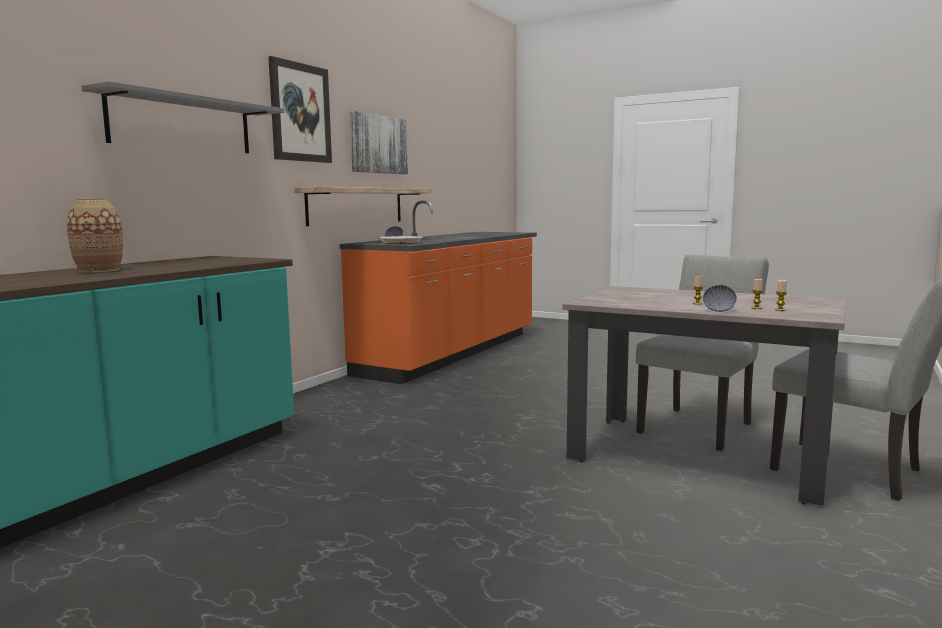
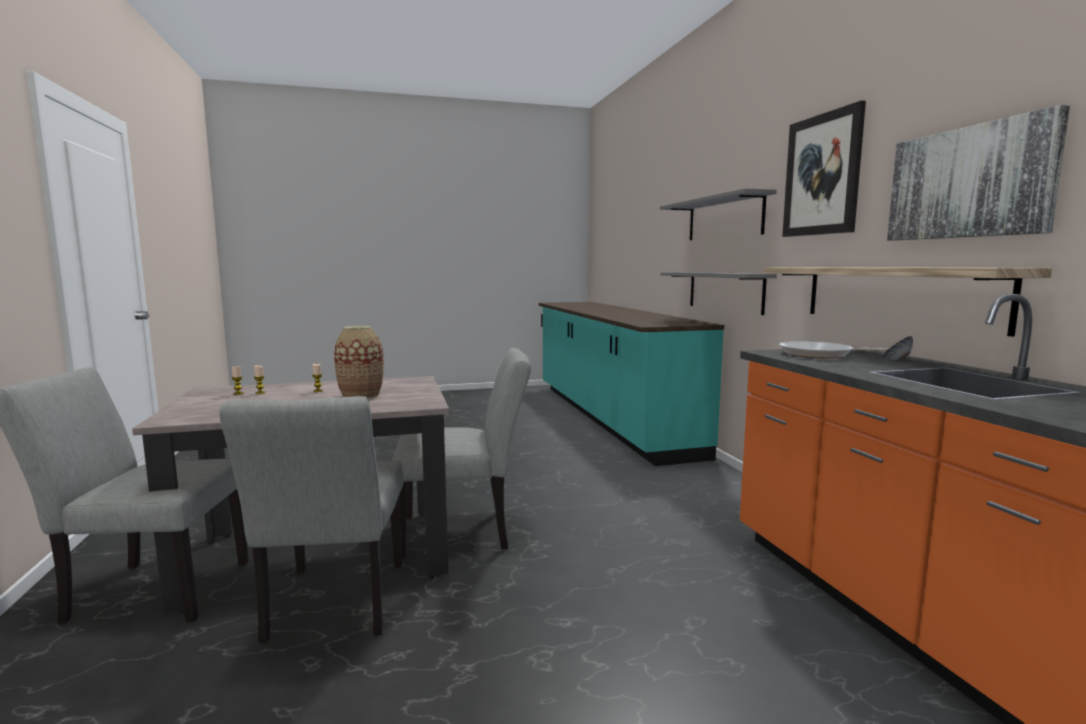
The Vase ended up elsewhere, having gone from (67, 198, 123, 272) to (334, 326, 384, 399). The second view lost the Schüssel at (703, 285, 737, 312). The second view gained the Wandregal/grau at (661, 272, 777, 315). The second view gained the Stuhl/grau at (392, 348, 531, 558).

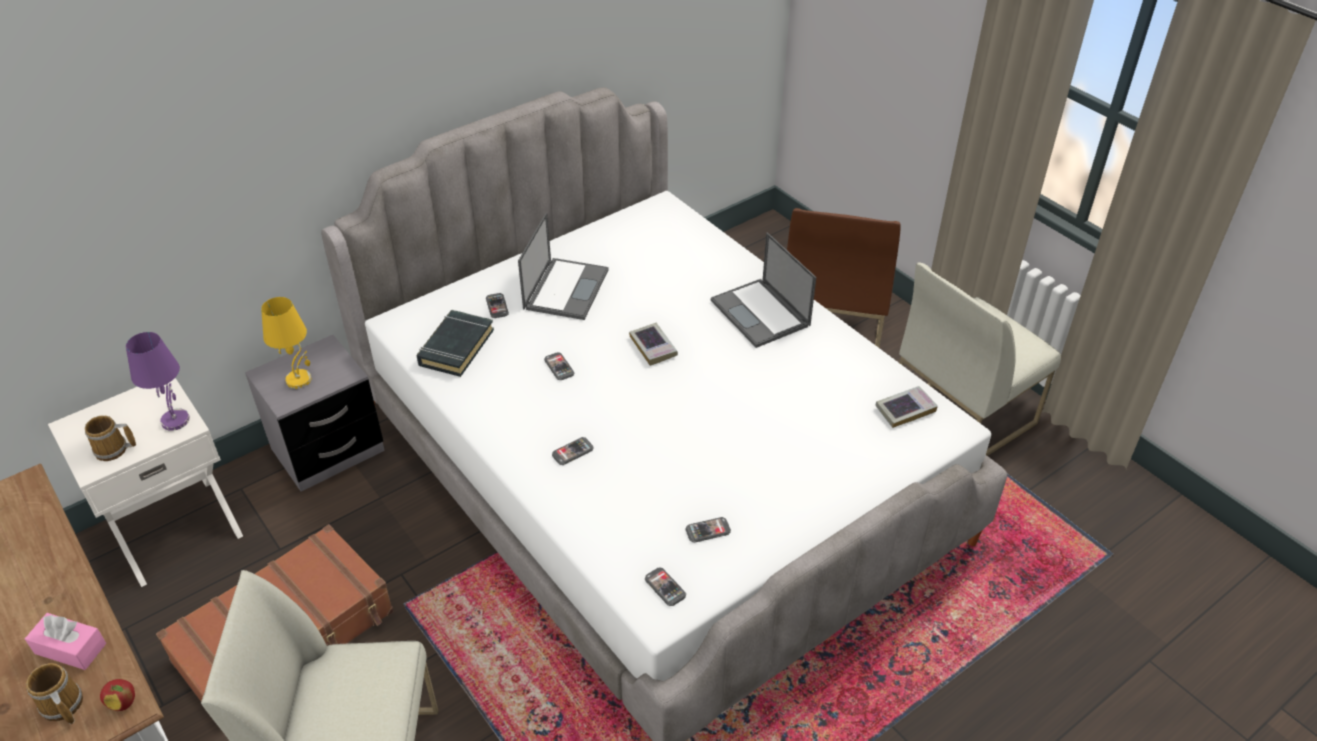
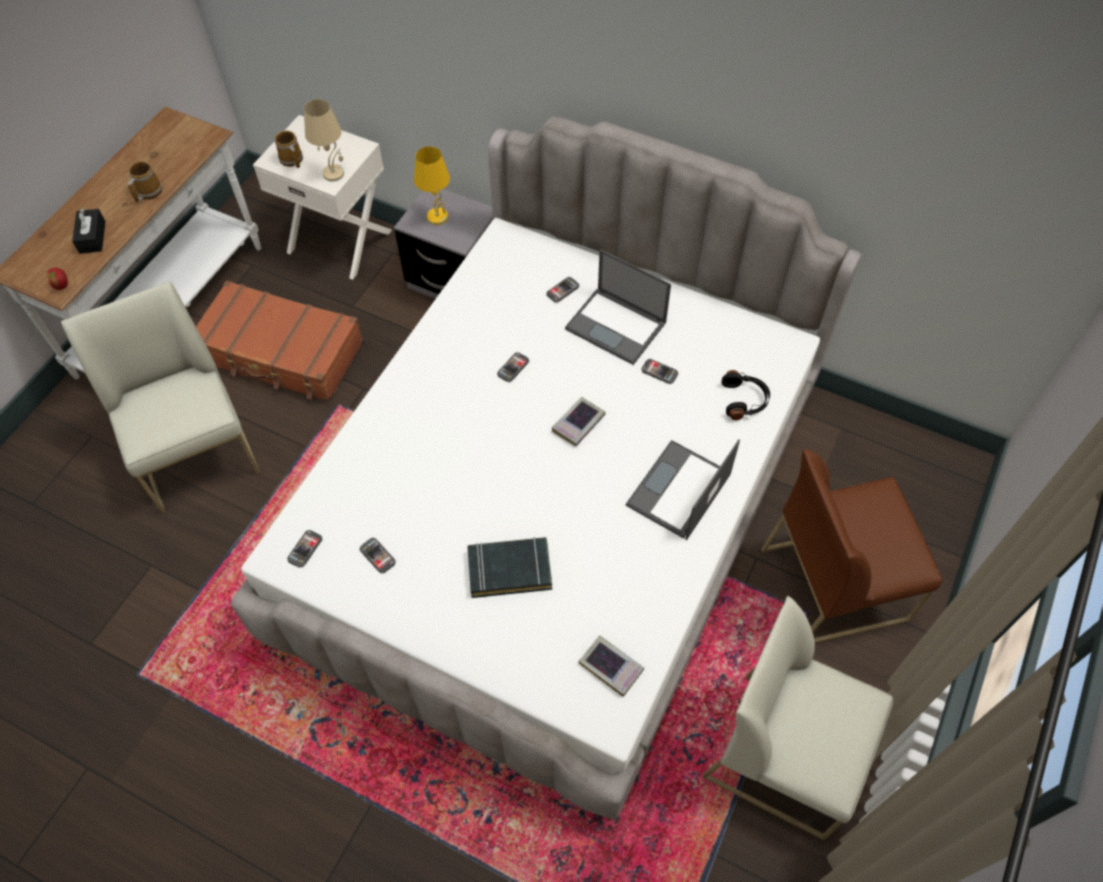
The Laptop at (518, 213, 609, 320) ended up facing another way, 45 degrees clockwise from before. The Buch/schwarz ended up elsewhere, having gone from (416, 310, 494, 377) to (467, 537, 552, 598). What was the Tischlampe/lila at (126, 332, 190, 431) turned into the Tischlampe/beige at (304, 99, 344, 182). The Handy ended up elsewhere, having gone from (552, 437, 593, 465) to (641, 359, 678, 384). What was the Taschentuchbox/rosa at (25, 613, 106, 670) turned into the Taschentuchbox/schwarz at (72, 208, 106, 254). The Henkelbecher ended up elsewhere, having gone from (26, 663, 83, 724) to (128, 161, 162, 202). The second view gained the Kopfhörer/schwarz at (722, 370, 770, 420).

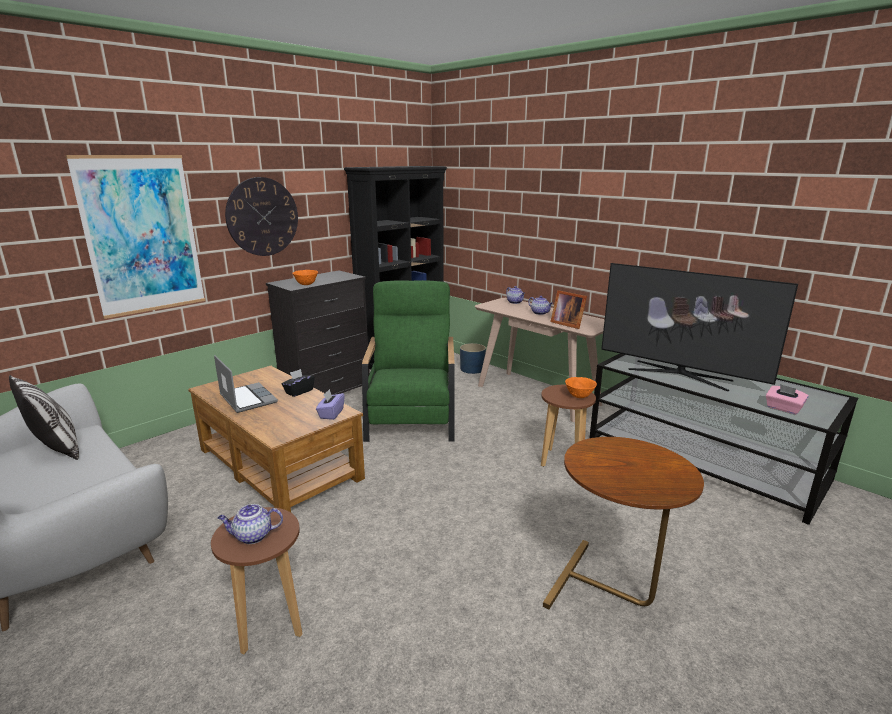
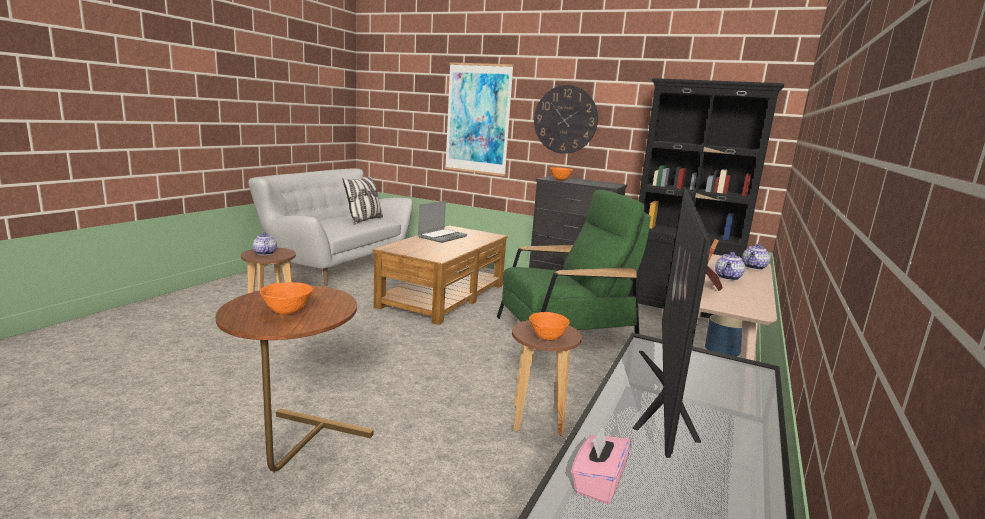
The second view lost the Taschentuchbox/schwarz at (282, 369, 315, 397). The second view lost the Taschentuchbox/lila at (316, 389, 345, 420). The second view gained the Schüssel/orange at (260, 282, 313, 315).

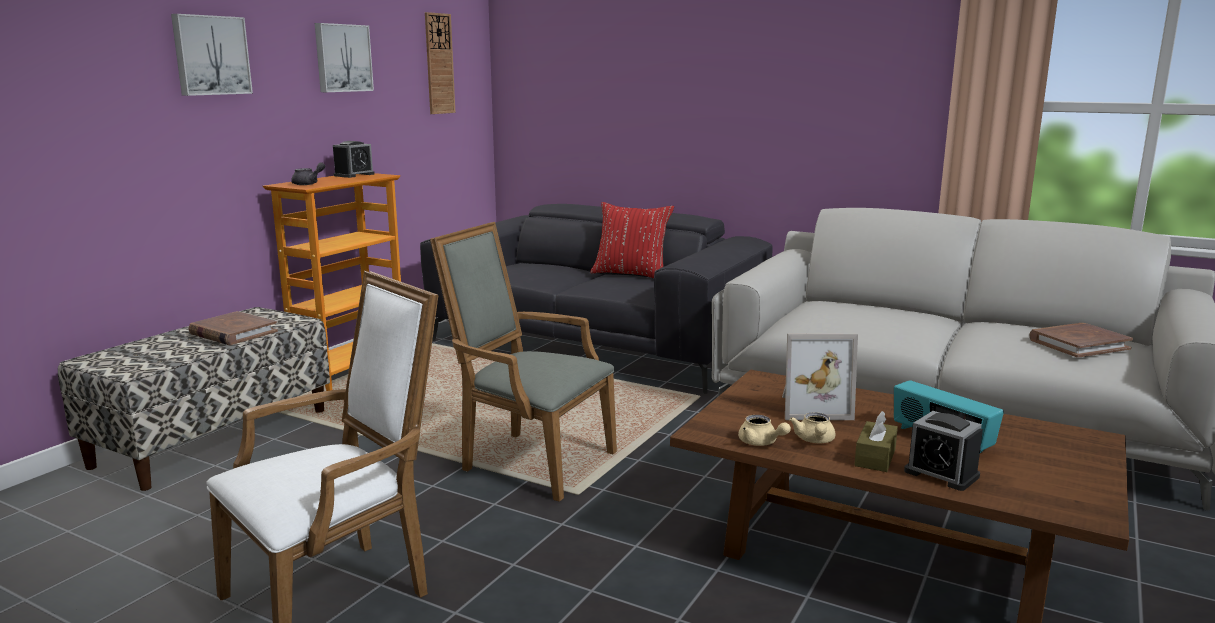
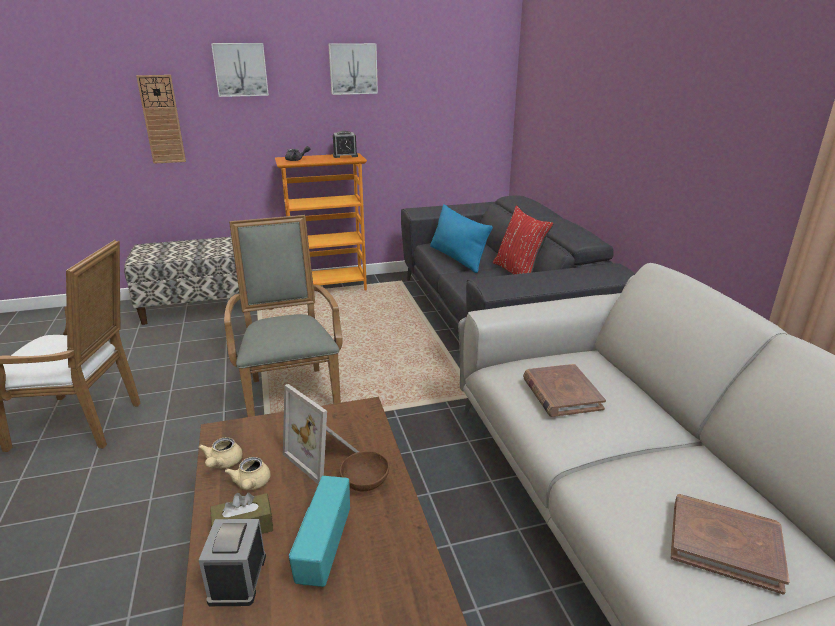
The Wanduhr ended up elsewhere, having gone from (425, 12, 455, 114) to (136, 75, 186, 164). The Buch/braun ended up elsewhere, having gone from (189, 311, 278, 345) to (523, 364, 606, 417). The Teekanne/beige at (789, 412, 835, 443) ended up facing another way, 60 degrees counterclockwise from before. The second view gained the Kissen/blau at (430, 204, 493, 273). The second view gained the Schüssel/braun at (340, 451, 389, 492).

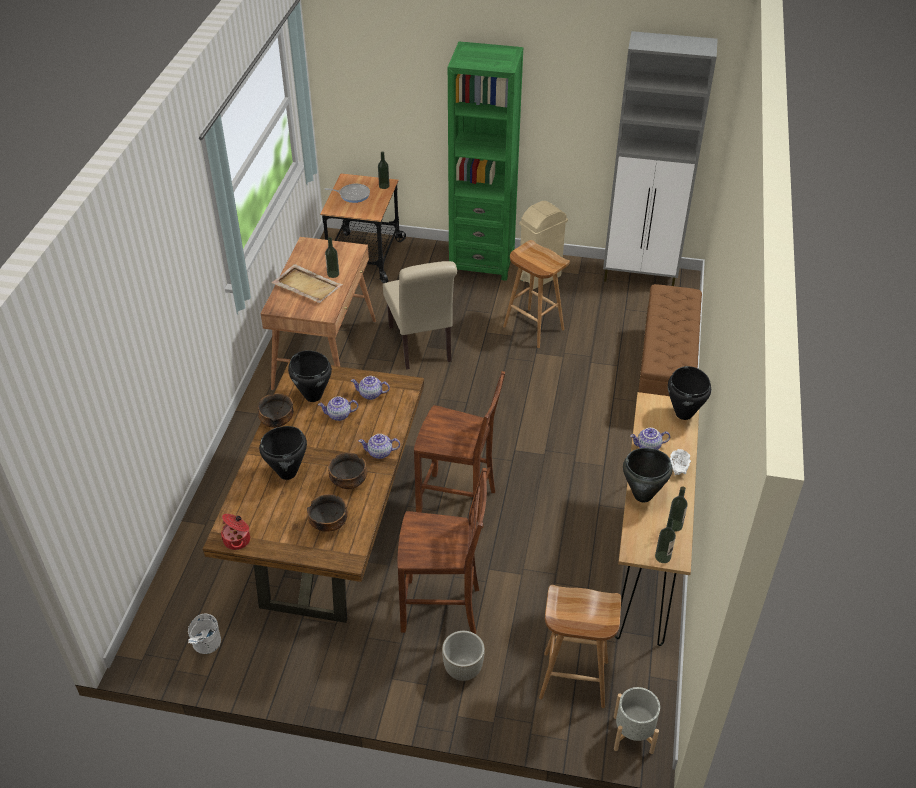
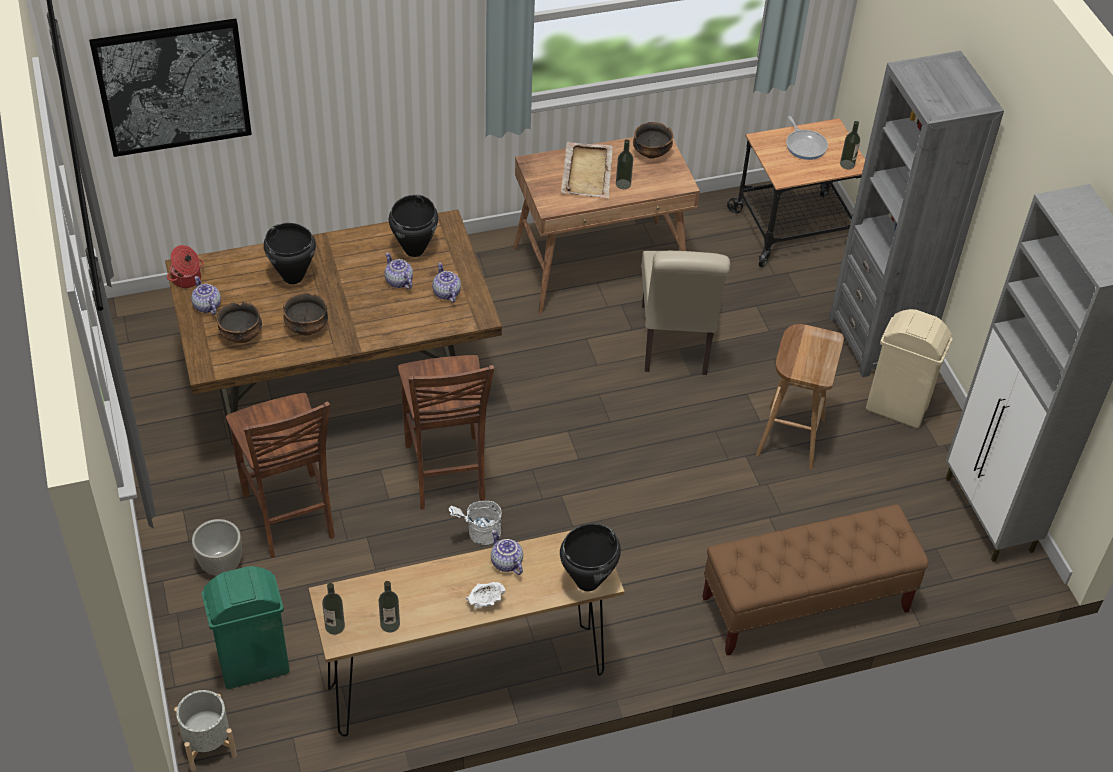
What was the Bücherregal/grün at (448, 42, 523, 281) turned into the Bücherregal/grau at (829, 51, 1004, 377). The Stuhl/beige at (383, 261, 457, 370) ended up facing another way, 45 degrees counterclockwise from before. The Schüssel ended up elsewhere, having gone from (258, 393, 294, 427) to (633, 122, 674, 159). The Teekanne ended up elsewhere, having gone from (359, 434, 400, 459) to (191, 276, 221, 315). The second view lost the Kochtopf/schwarz at (623, 448, 673, 502). Where the Hocker/braun stood at (539, 585, 621, 708), the Mülleimer/grün came to stand at (201, 566, 290, 689). The Eimer/weiß ended up elsewhere, having gone from (188, 614, 221, 654) to (448, 501, 502, 545). The second view gained the Bild at (89, 18, 252, 157).

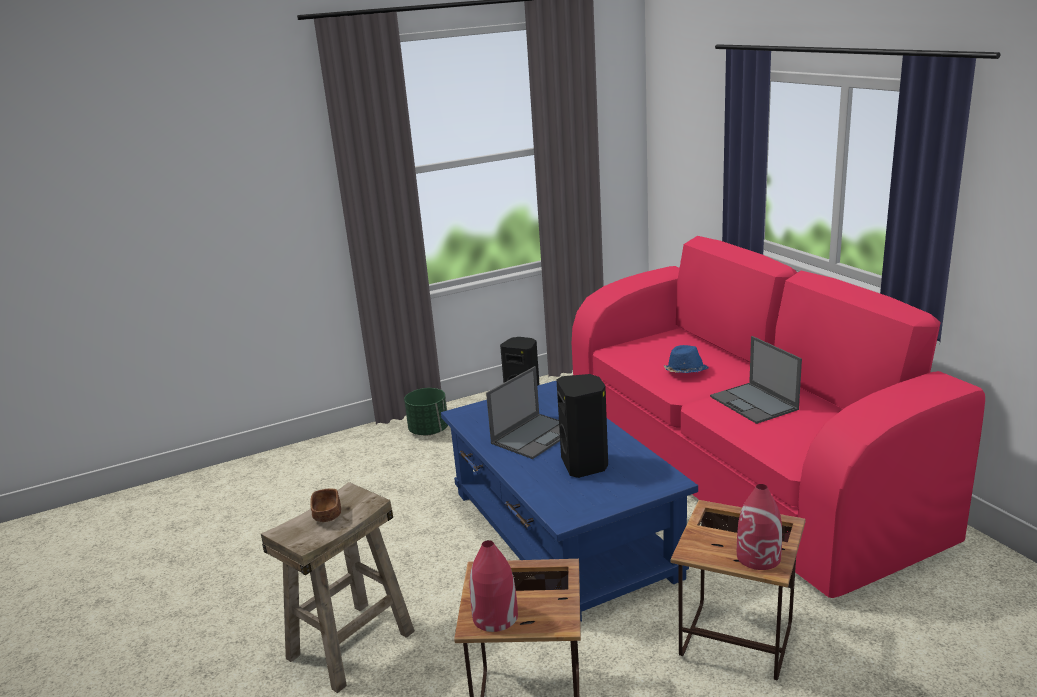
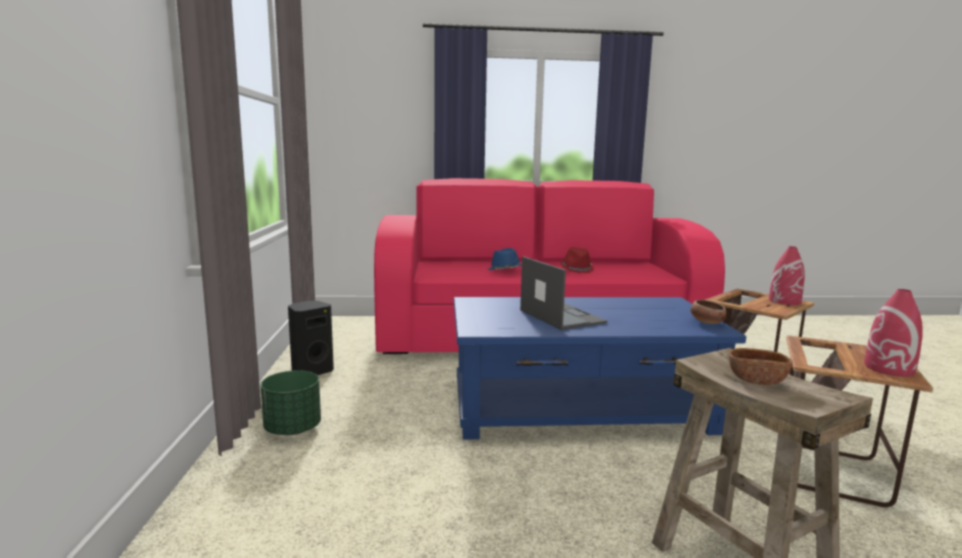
Where the Laptop stood at (710, 336, 802, 424), the Hut/rot came to stand at (560, 247, 594, 273). The second view lost the Lautsprecher/schwarz at (556, 374, 608, 478). The second view gained the Schüssel at (690, 300, 726, 324).

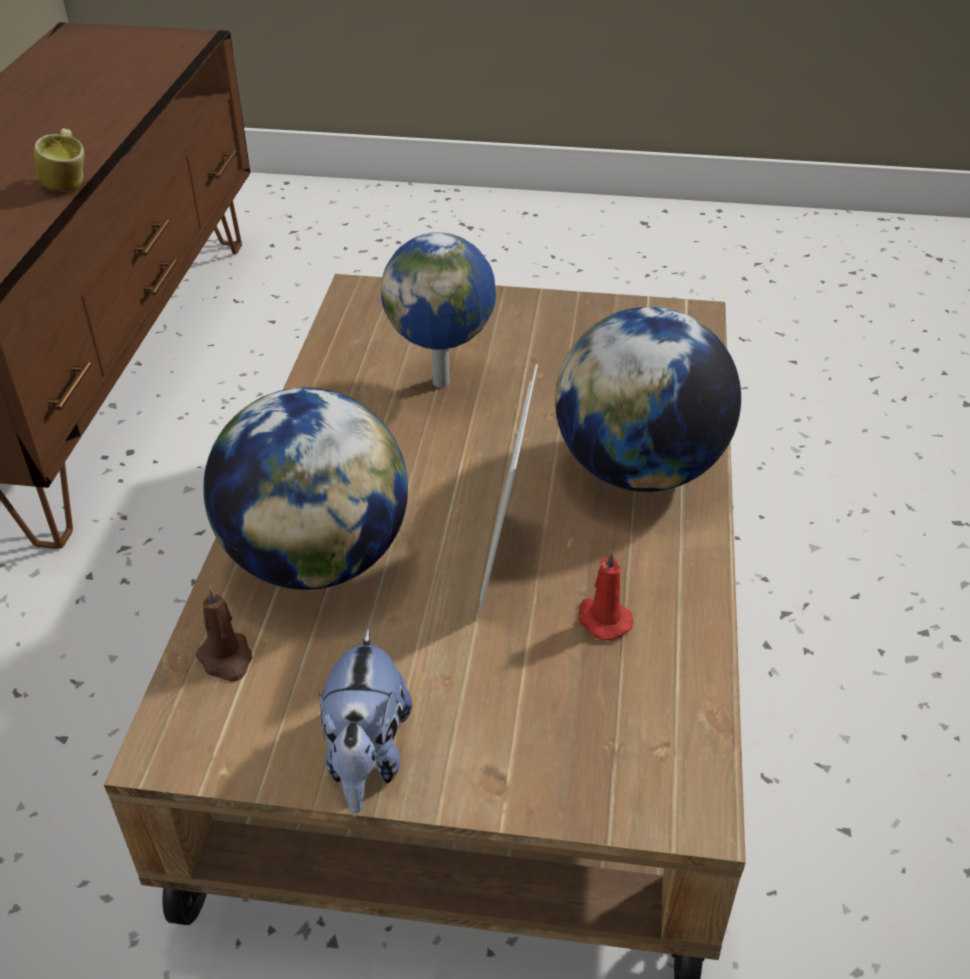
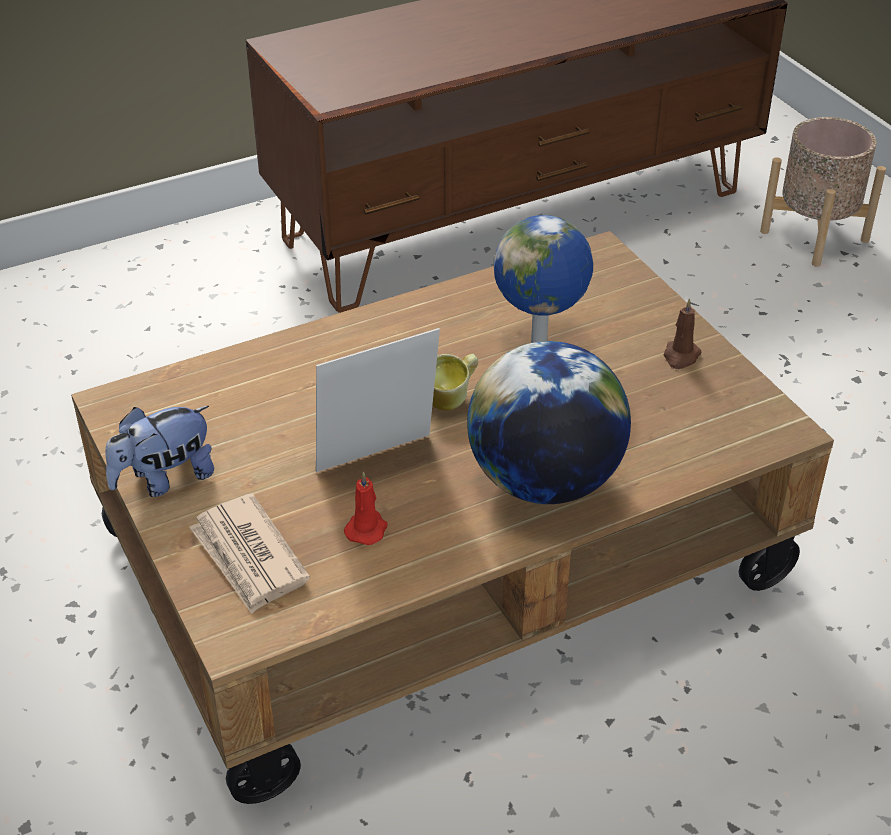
The Henkelbecher ended up elsewhere, having gone from (34, 128, 84, 192) to (432, 354, 478, 411). The second view lost the Globus at (203, 387, 408, 590). The Kerze/braun ended up elsewhere, having gone from (195, 586, 252, 682) to (664, 298, 702, 369). The second view gained the Pflanzkübel/beige at (760, 117, 886, 267). The second view gained the Zeitung at (189, 493, 310, 614).

